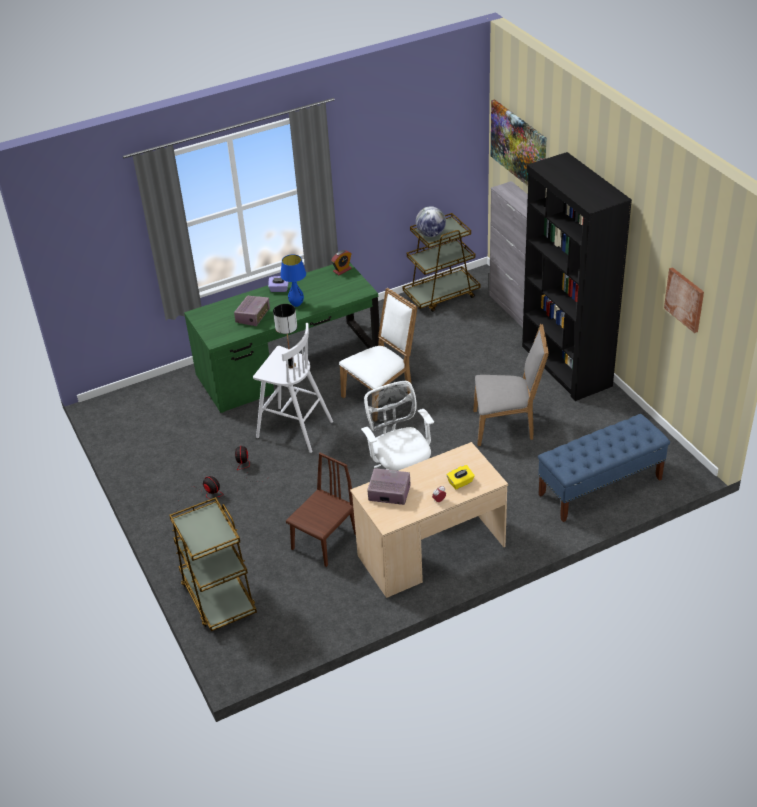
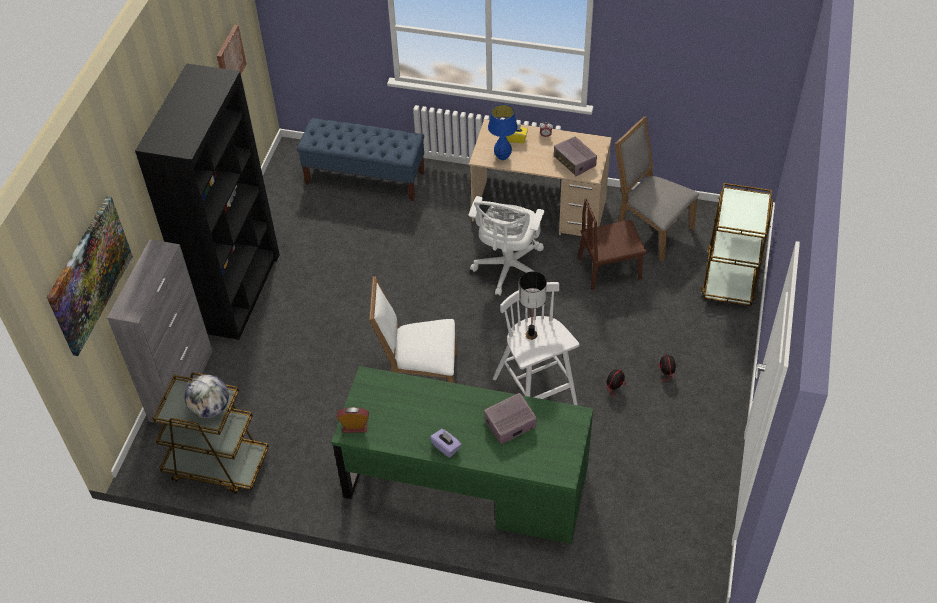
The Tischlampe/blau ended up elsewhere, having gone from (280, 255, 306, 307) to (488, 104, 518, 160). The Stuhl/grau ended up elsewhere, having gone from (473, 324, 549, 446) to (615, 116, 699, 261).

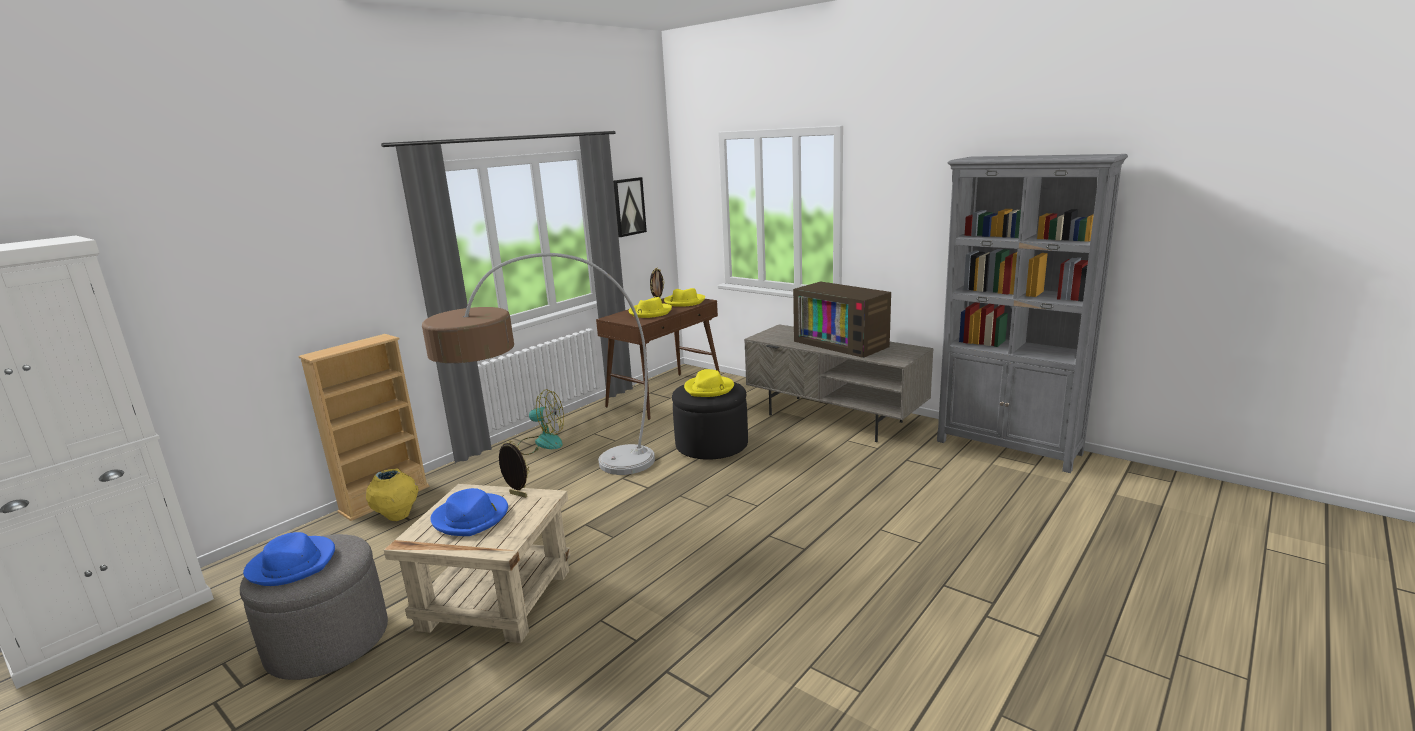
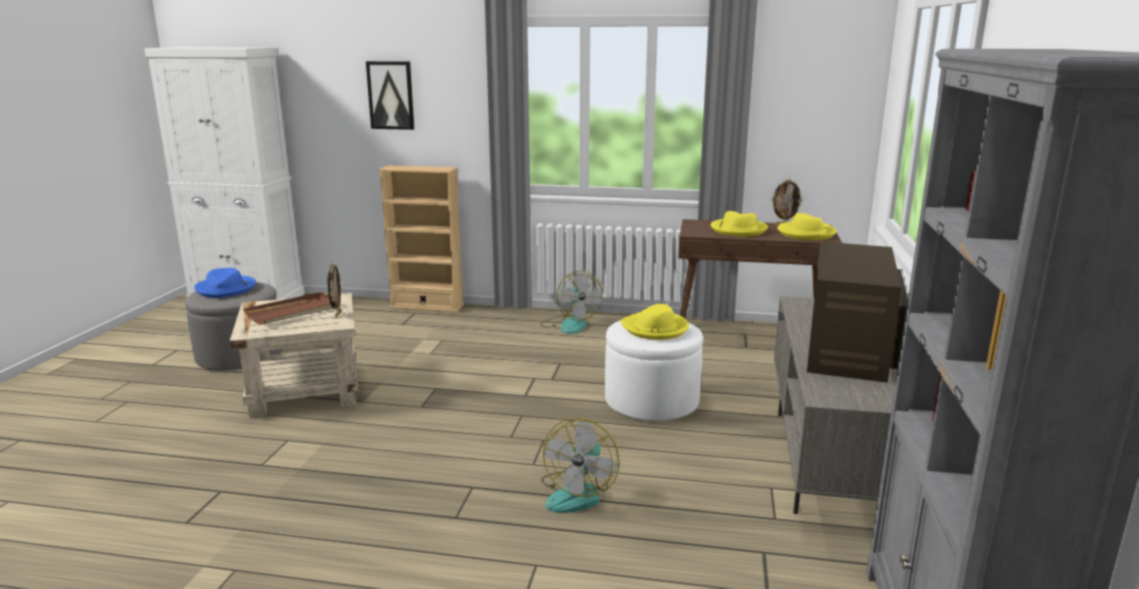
The Bild ended up elsewhere, having gone from (613, 177, 647, 237) to (366, 61, 414, 130). The second view lost the Stehlampe at (422, 253, 655, 475). What was the Polsterhocker/schwarz at (672, 382, 748, 460) turned into the Polsterhocker/weiß at (605, 320, 703, 421). The second view lost the Vase/gelb at (366, 469, 419, 521). Where the Hut/blau stood at (430, 488, 508, 536), the Tablett/braun came to stand at (244, 292, 341, 325). The second view gained the Ventilator at (541, 418, 620, 513).

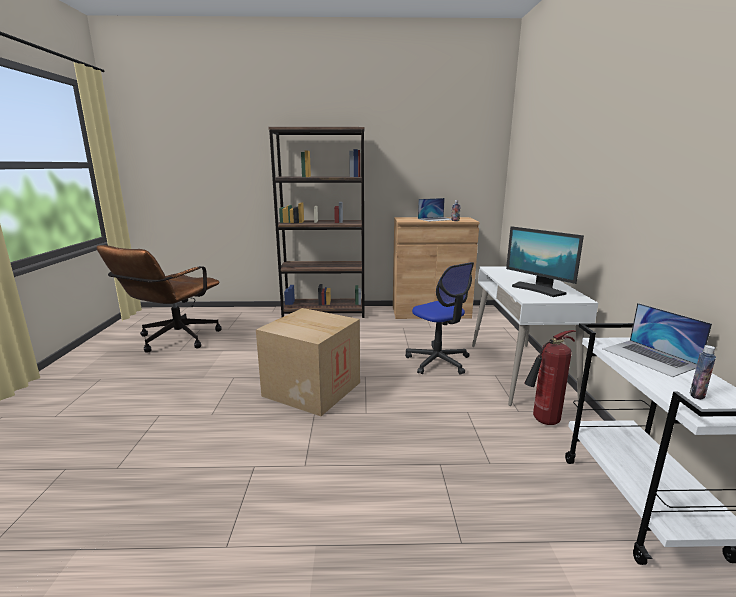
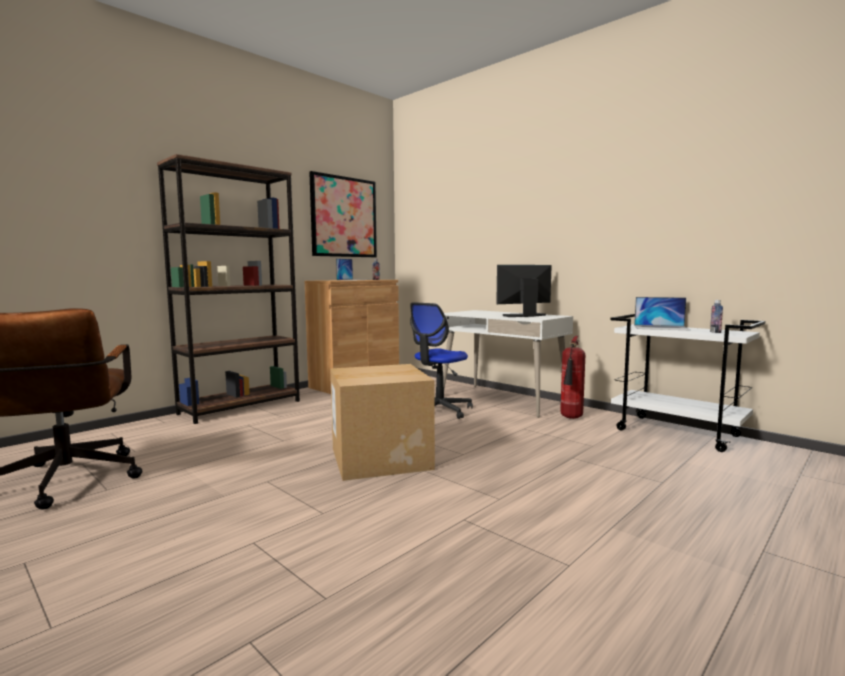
The Monitor at (506, 226, 584, 297) ended up facing another way, 150 degrees clockwise from before. The Bürostuhl at (405, 262, 474, 375) ended up facing another way, 120 degrees clockwise from before. The second view gained the Bild at (309, 171, 377, 257).

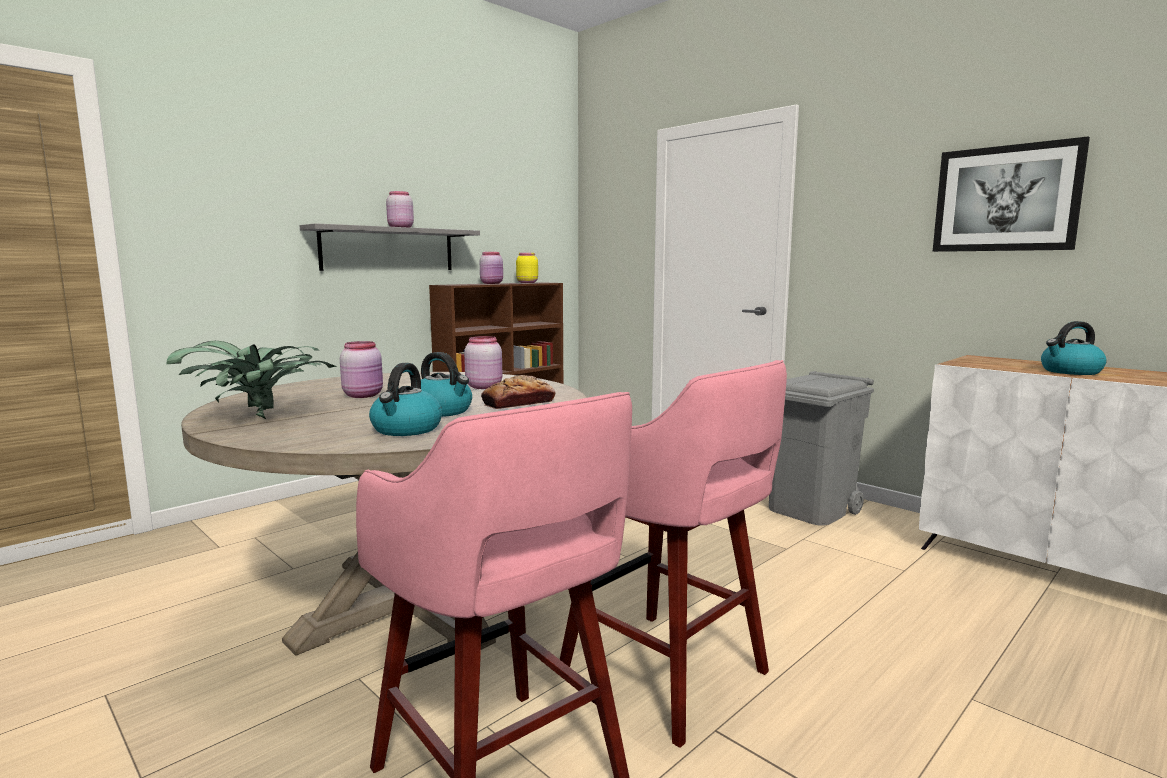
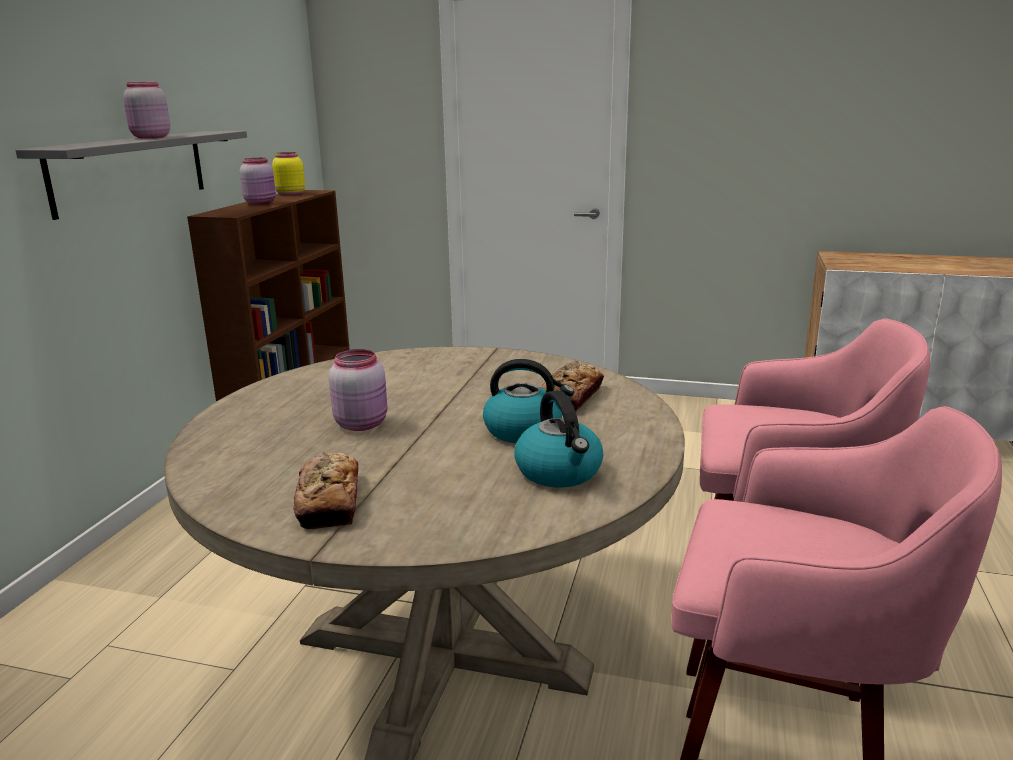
The second view lost the Bild at (933, 136, 1090, 252). The second view lost the Wasserkessel at (1041, 321, 1106, 375). The second view lost the Vorratsglas/rosa at (464, 336, 502, 389). Where the Topfpflanze stood at (167, 341, 336, 419), the Brot came to stand at (293, 452, 358, 529). The second view lost the Mülleimer/grau at (769, 371, 874, 526).

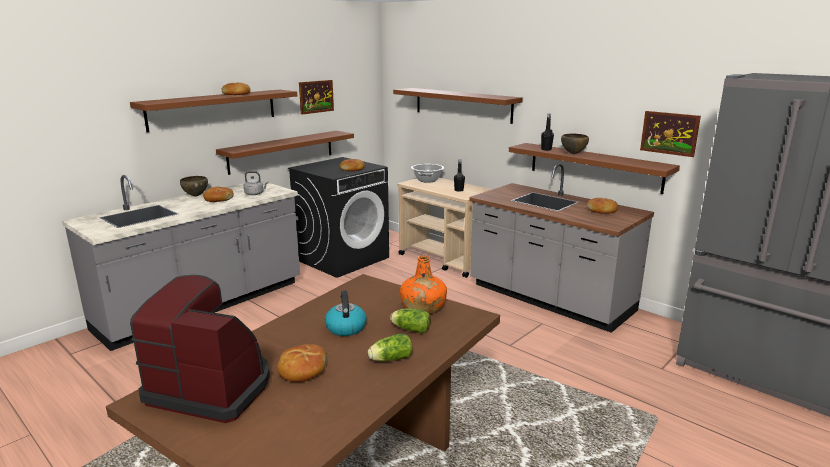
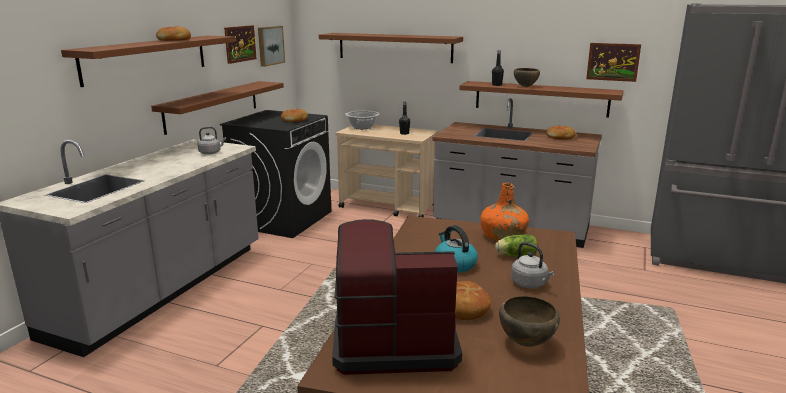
The Schüssel/braun ended up elsewhere, having gone from (180, 176, 208, 196) to (499, 296, 560, 347). The second view lost the Brot at (203, 187, 234, 202). Where the Salatkopf stood at (368, 334, 412, 361), the Wasserkessel/grau came to stand at (511, 242, 554, 288). The second view gained the Bild at (258, 26, 285, 67).

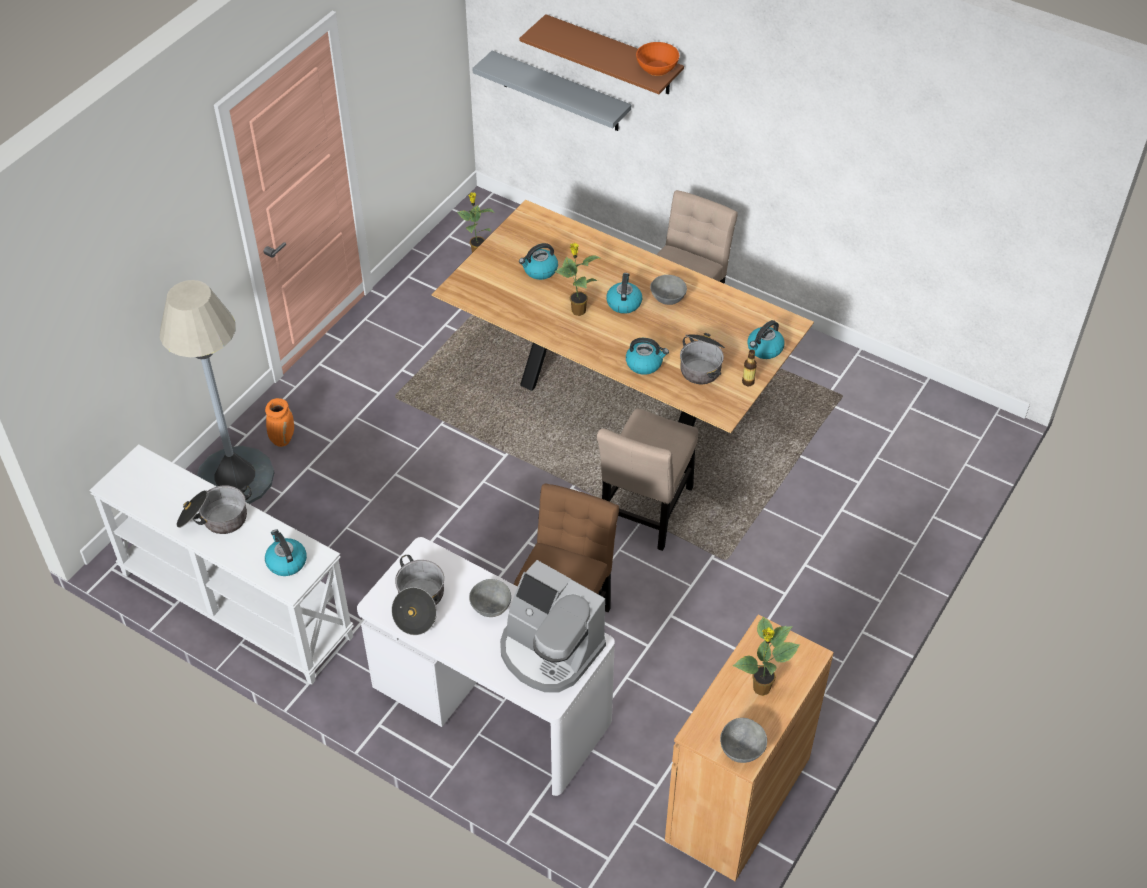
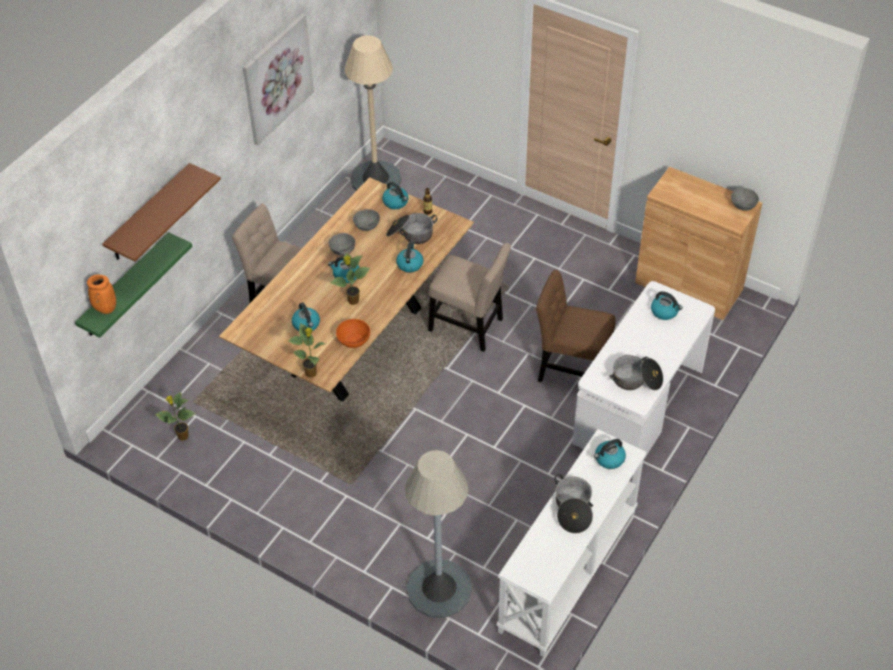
The Schüssel/orange ended up elsewhere, having gone from (636, 42, 679, 76) to (336, 319, 370, 348). What was the Wandregal/grau at (472, 51, 631, 131) turned into the Wandregal/grün at (75, 232, 192, 338). The Vase/orange ended up elsewhere, having gone from (265, 398, 294, 447) to (87, 275, 116, 314). Where the Kaffeemaschine stood at (500, 560, 606, 693), the Wasserkessel came to stand at (651, 291, 683, 320). The Schüssel/grau ended up elsewhere, having gone from (469, 579, 511, 617) to (353, 209, 380, 231). The Topfpflanze ended up elsewhere, having gone from (732, 617, 800, 696) to (288, 323, 326, 378). The second view gained the Bild at (243, 13, 314, 146). The second view gained the Stehlampe/beige at (345, 35, 402, 191).

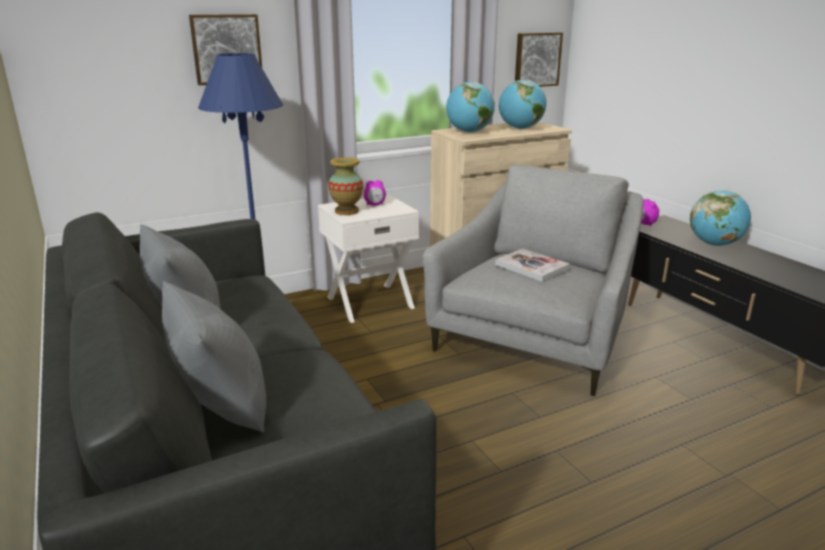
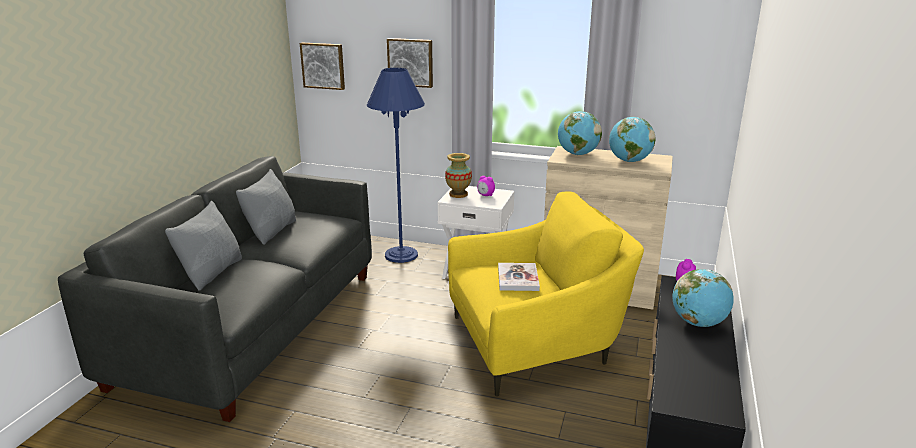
The Bild ended up elsewhere, having gone from (515, 32, 563, 87) to (300, 43, 345, 90). What was the Sessel/grau at (423, 164, 644, 396) turned into the Sessel/gelb at (448, 192, 644, 396).

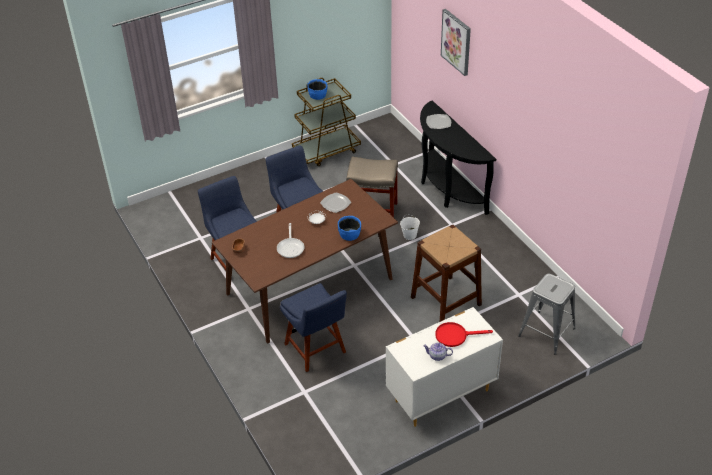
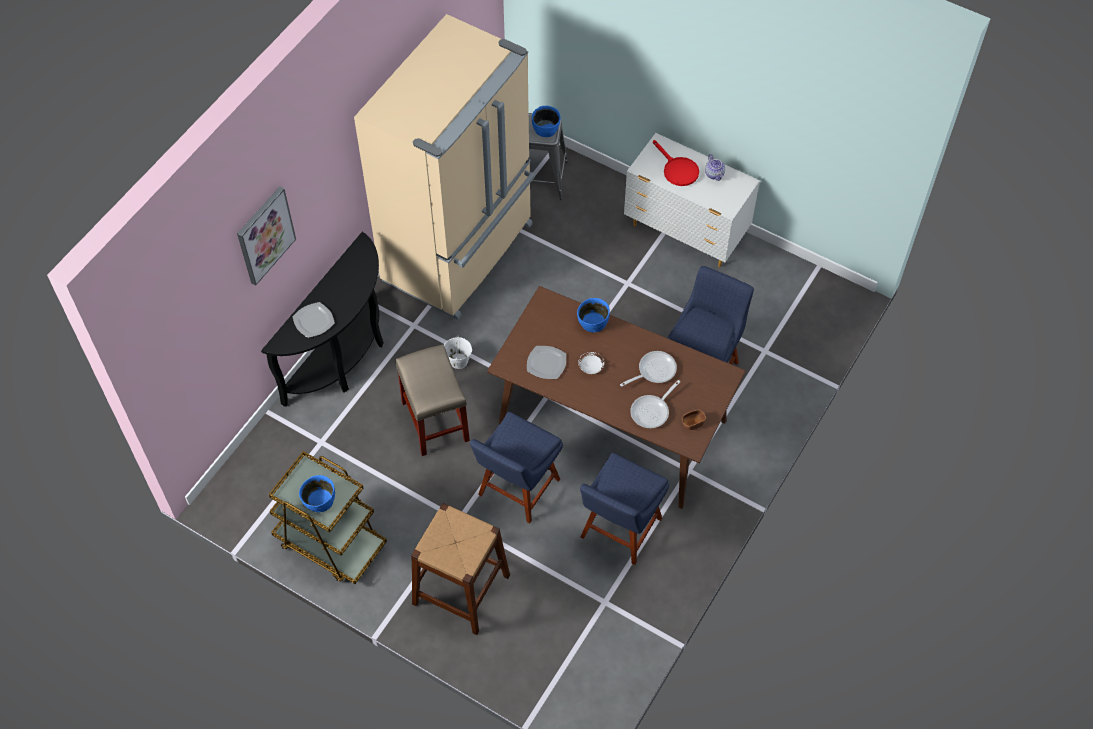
The Hocker/braun ended up elsewhere, having gone from (411, 225, 482, 322) to (411, 503, 510, 635). The second view gained the Kühlschrank/beige at (354, 14, 534, 320). The second view gained the Schüssel/blau at (532, 106, 561, 137). The second view gained the Pfanne at (630, 380, 680, 428).

